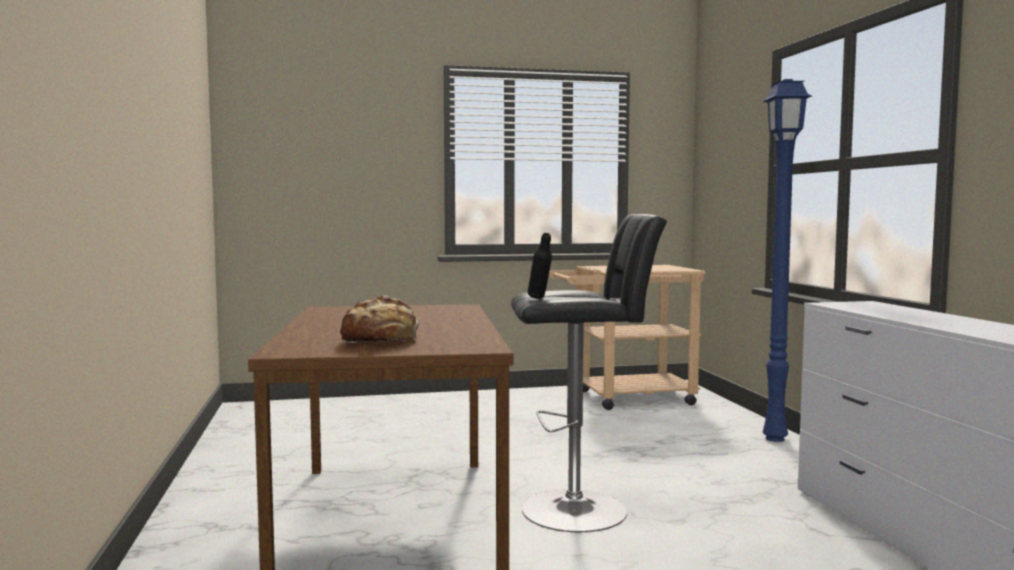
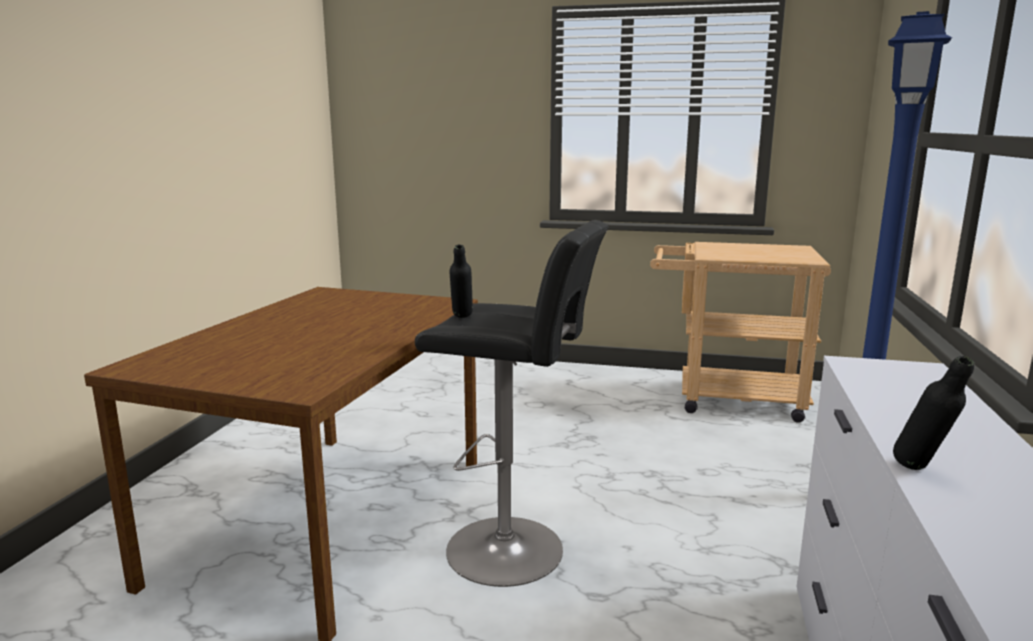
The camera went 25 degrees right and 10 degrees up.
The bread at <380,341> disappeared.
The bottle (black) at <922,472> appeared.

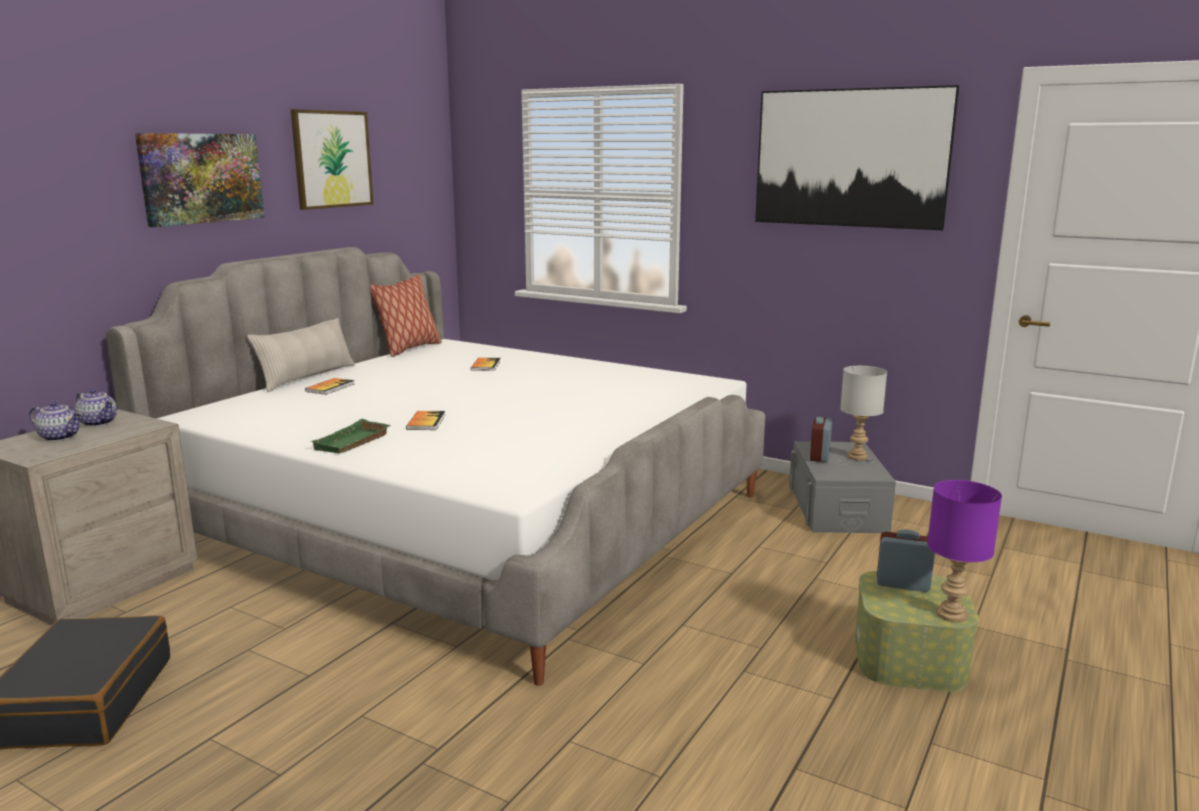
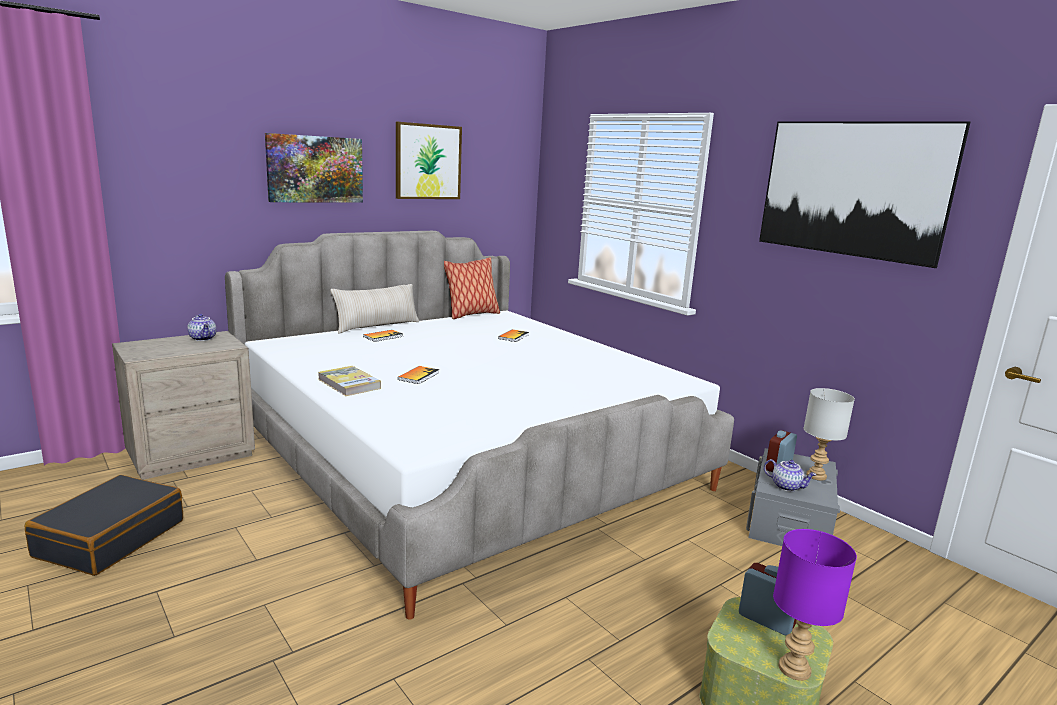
The camera went 20 degrees right and 0 degrees up.
The teapot moved from <60,437> to <787,486>.
The tray (green) at <353,443> was replaced by the book at <349,384>.

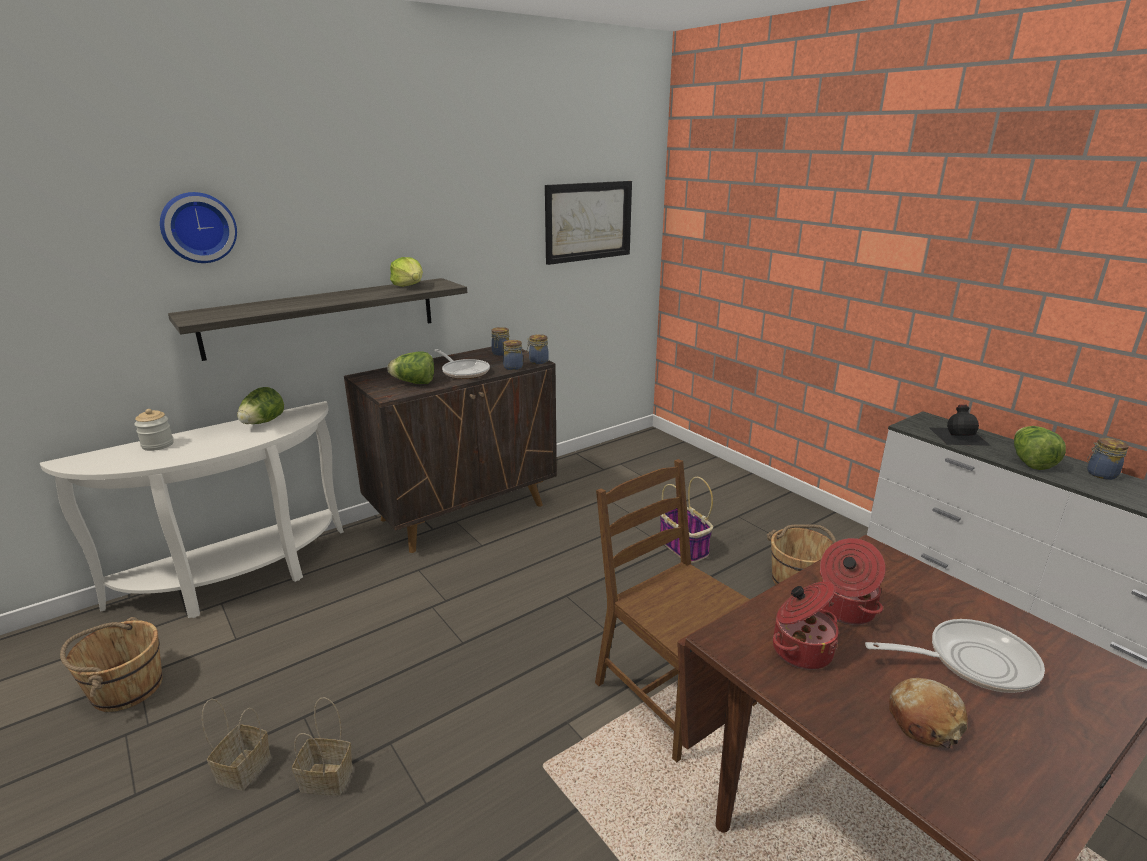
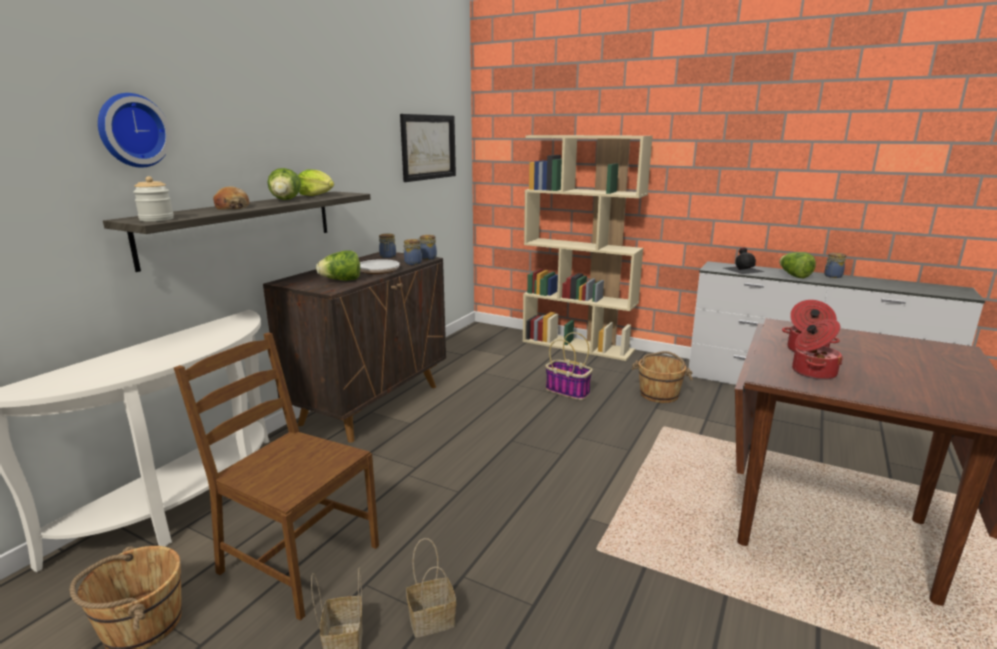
The camera went 25 degrees left and 5 degrees down.
The lettuce moved from <262,423> to <285,200>.
The jar moved from <158,445> to <156,219>.
The chair (brown) moved from <671,694> to <297,560>.
The frying pan at <972,662> disappeared.
The bread moved from <925,721> to <231,207>.
The bookcase (beige) at <578,346> appeared.

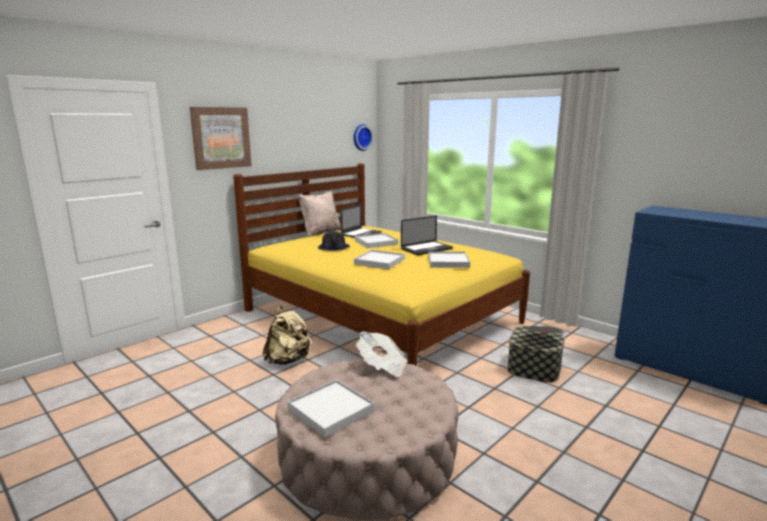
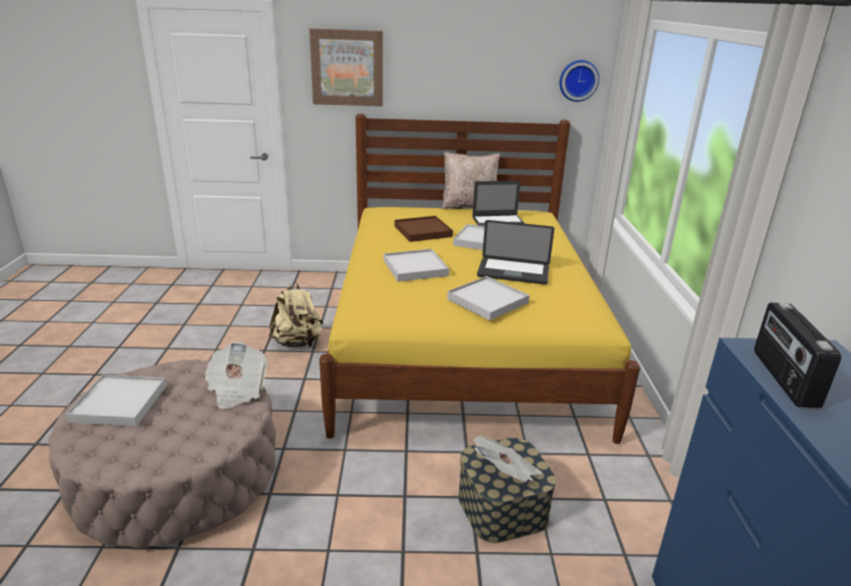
The camera went 45 degrees right and 10 degrees up.
The hat (black) at <334,247> was replaced by the tray (brown) at <423,231>.
The radio at <783,378> appeared.

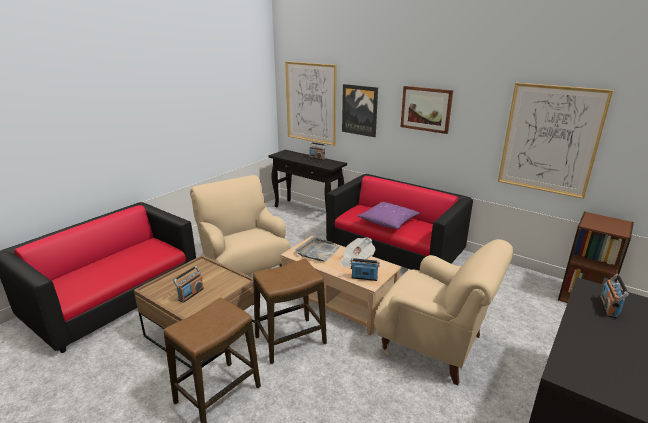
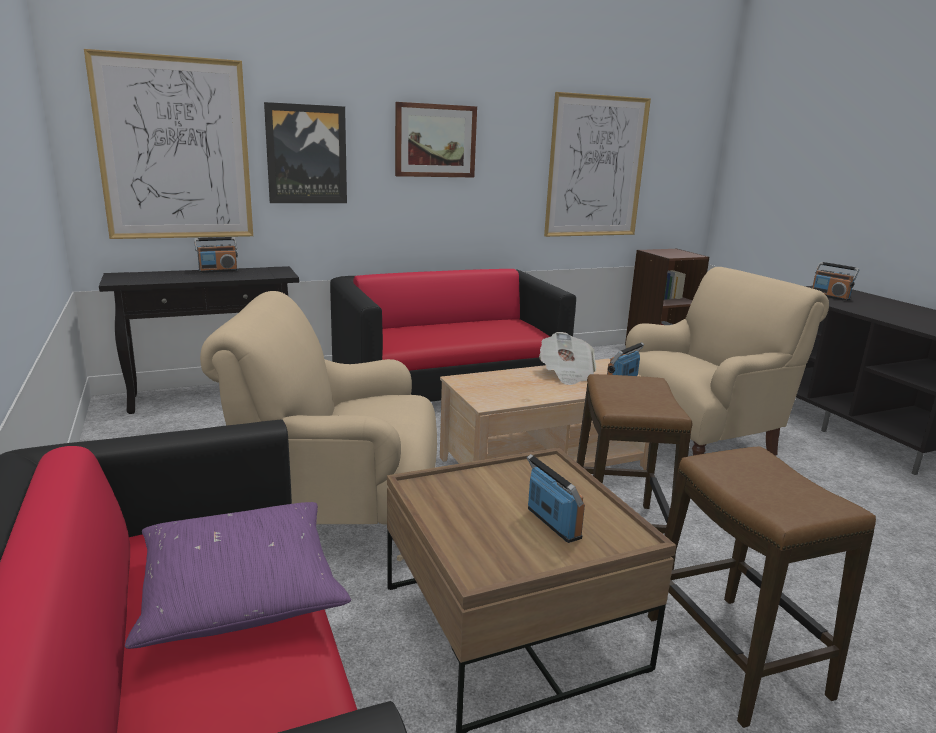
The camera went 60 degrees left and 5 degrees down.
The pillow (purple) moved from <388,221> to <240,590>.
The tray (grey) at <317,251> disappeared.

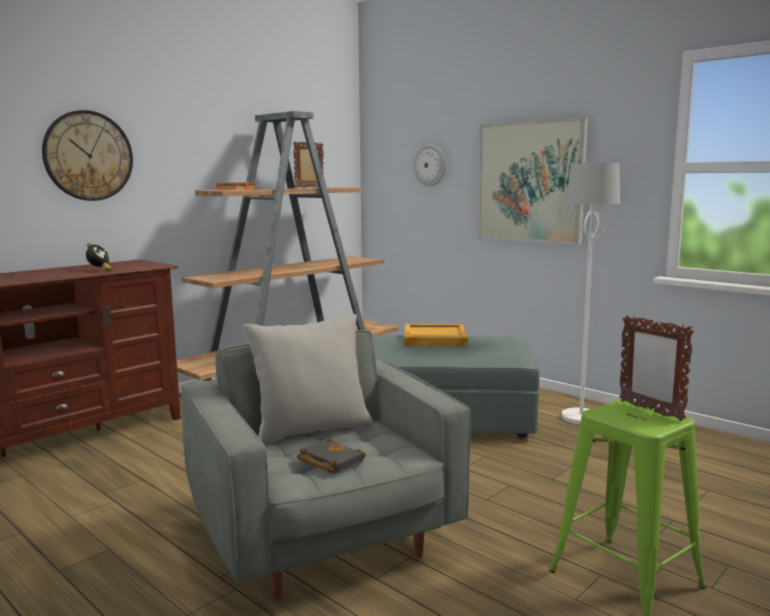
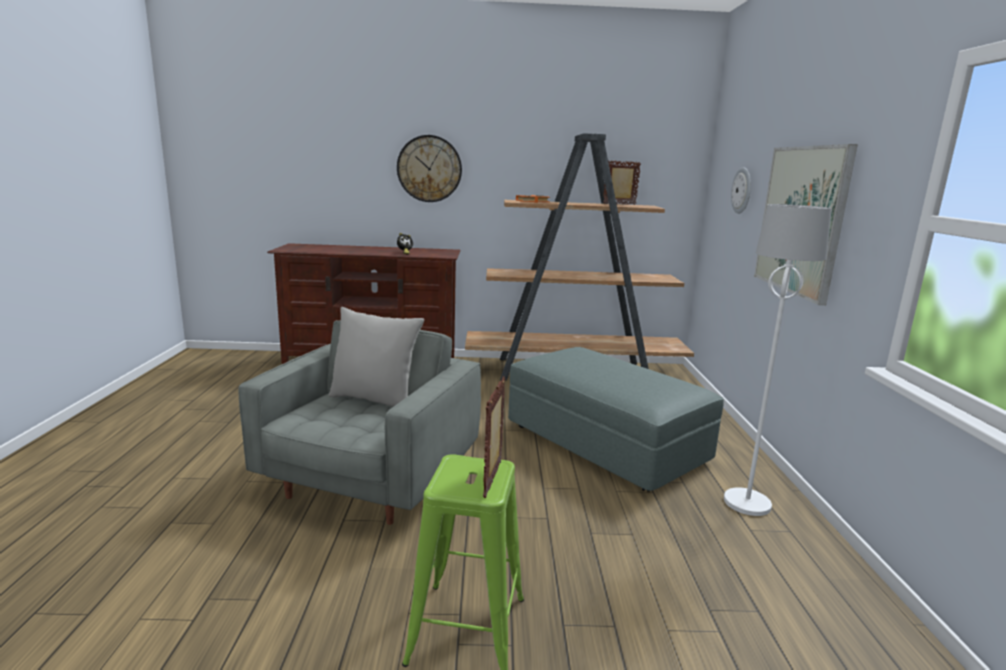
The camera went 45 degrees right and 5 degrees up.
The tray (beige) at <434,338> disappeared.
The book (black) at <328,461> disappeared.

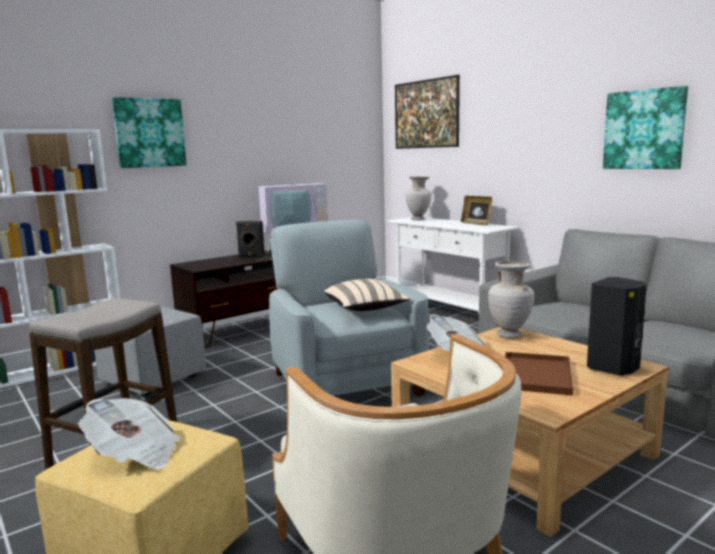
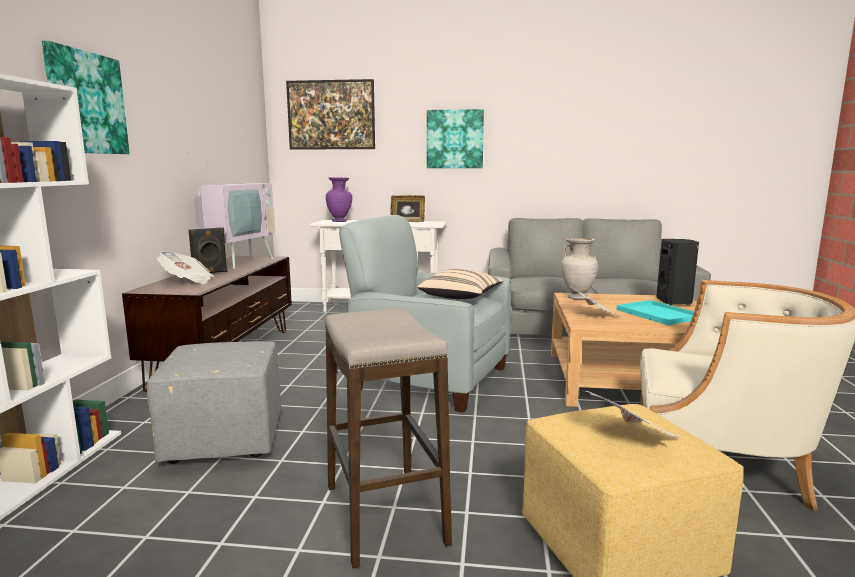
The camera went 45 degrees left and 0 degrees up.
The picture moved from <644,129> to <455,139>.
The vase (beige) at <418,219> became the vase (purple) at <340,221>.
The tray (brown) at <537,375> became the tray (turquoise) at <660,314>.
The newspaper at <187,281> appeared.

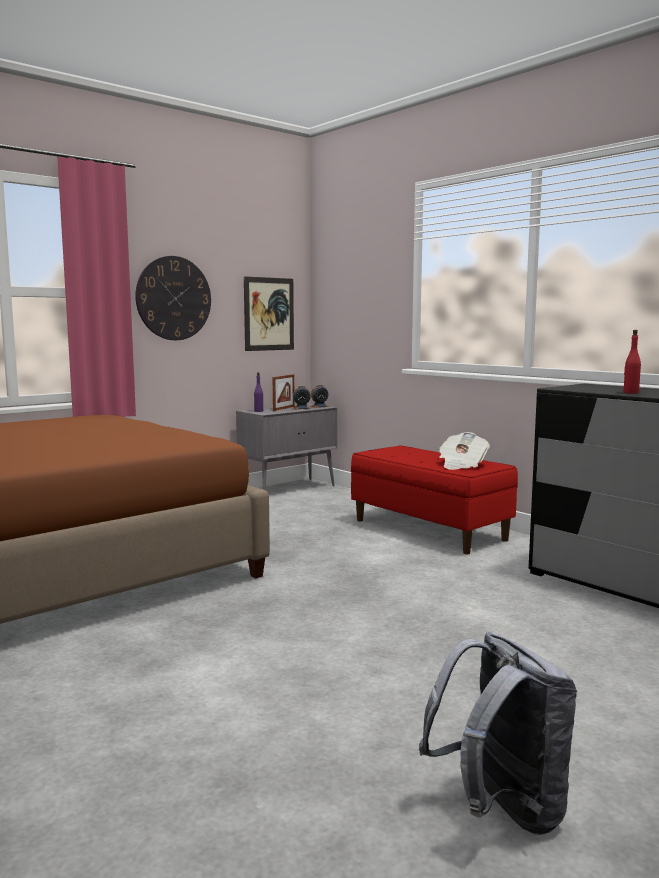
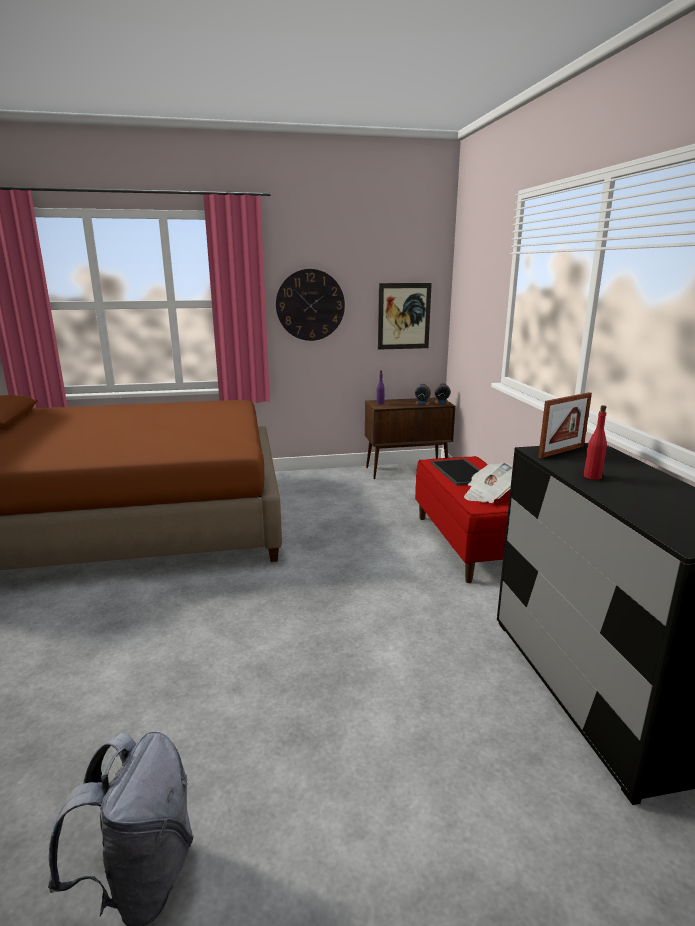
The camera went 30 degrees right and 10 degrees up.
The picture frame moved from <284,408> to <561,451>.
The cabinet (grey) at <289,489> became the cabinet (brown) at <407,470>.
The tray at <462,472> appeared.

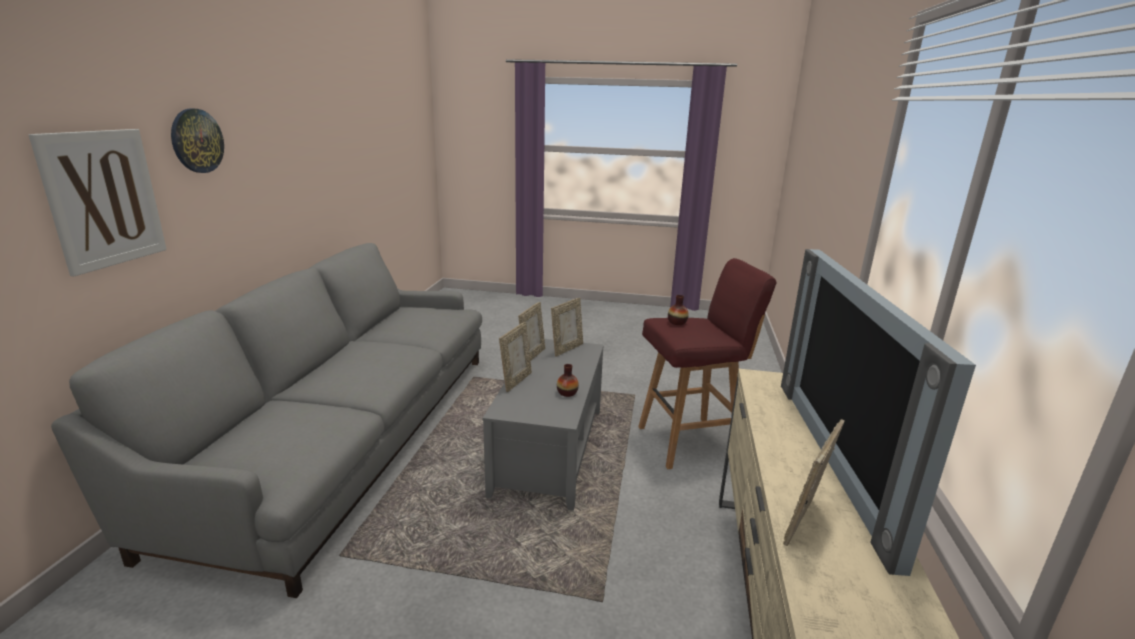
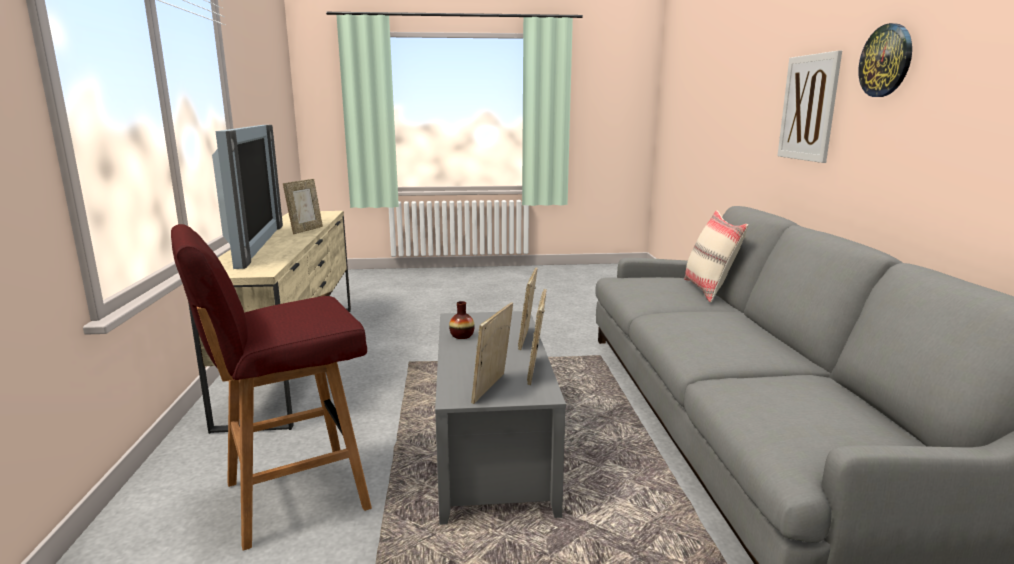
The camera went 165 degrees right and 5 degrees down.
The vase at <677,322> disappeared.
The pillow (beige) at <709,290> appeared.

